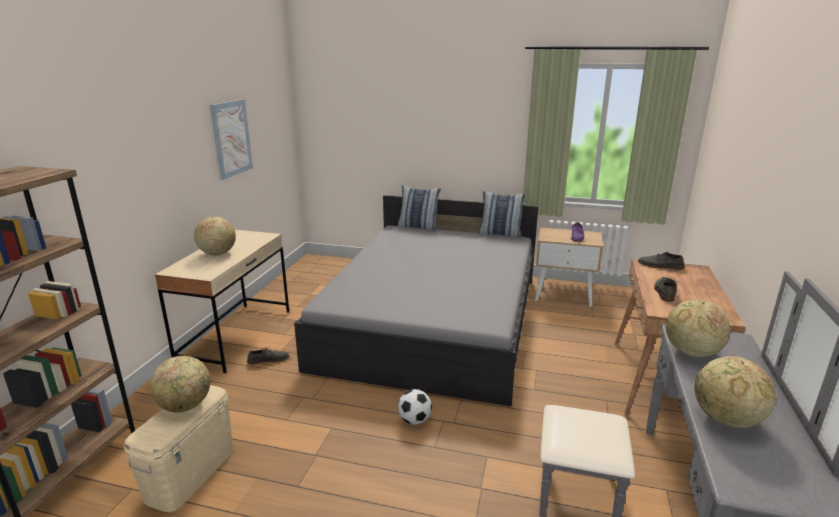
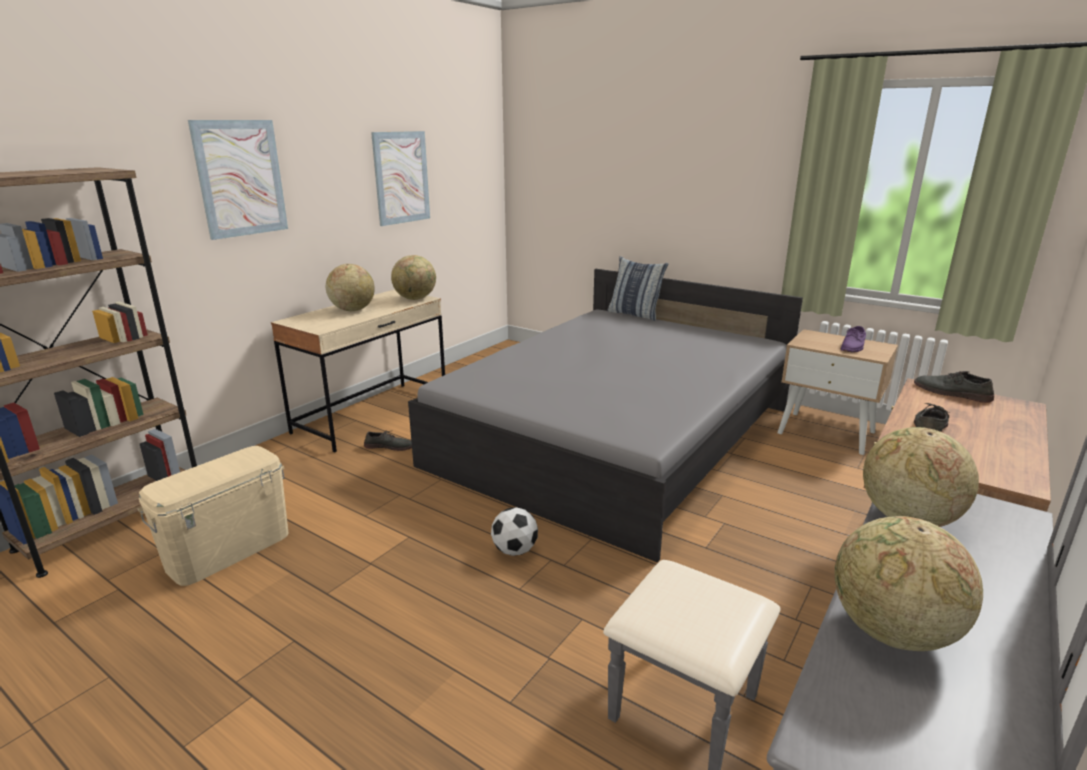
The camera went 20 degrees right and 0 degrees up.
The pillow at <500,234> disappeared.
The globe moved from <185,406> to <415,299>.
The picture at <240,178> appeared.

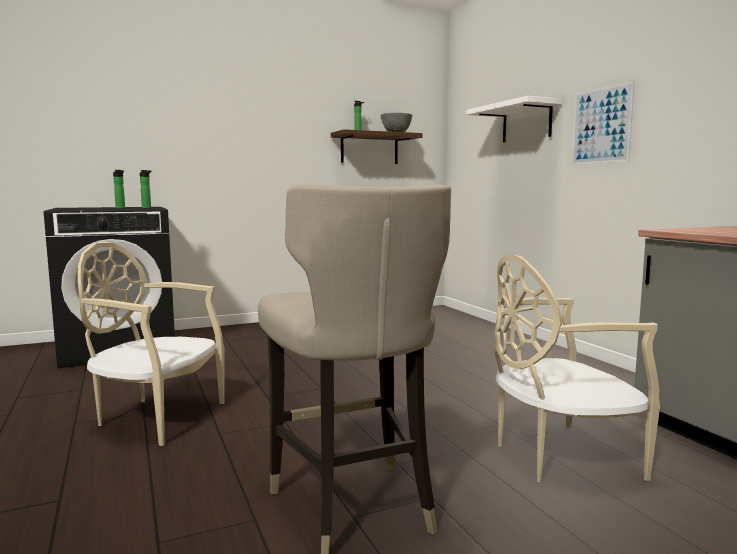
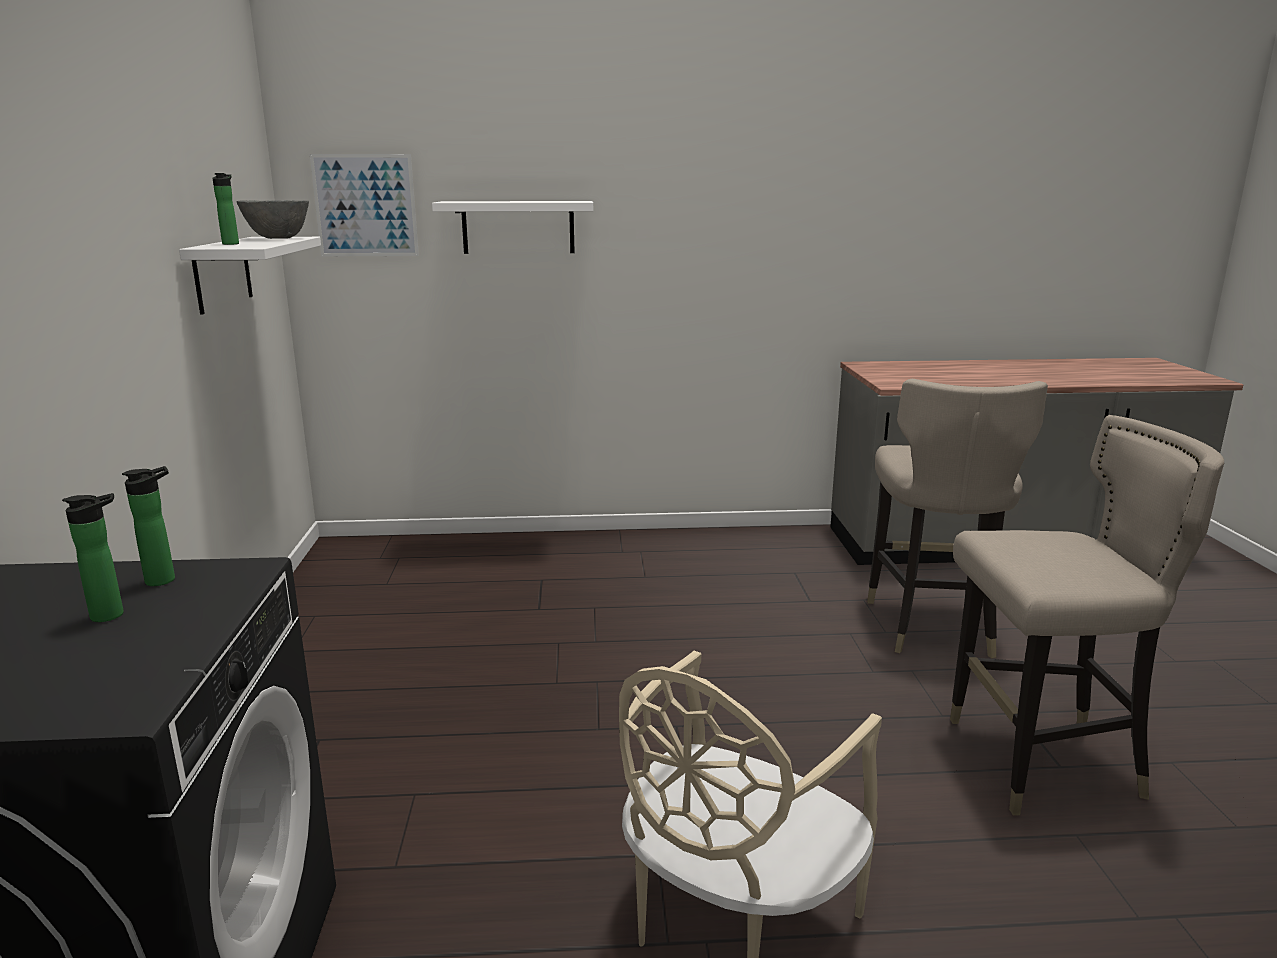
The camera went 70 degrees left and 10 degrees up.
The picture moved from <601,126> to <365,206>.
The shelf (brown) at <369,148> became the shelf (white) at <222,273>.
The chair (beige) at <559,456> was replaced by the stool (beige) at <931,626>.

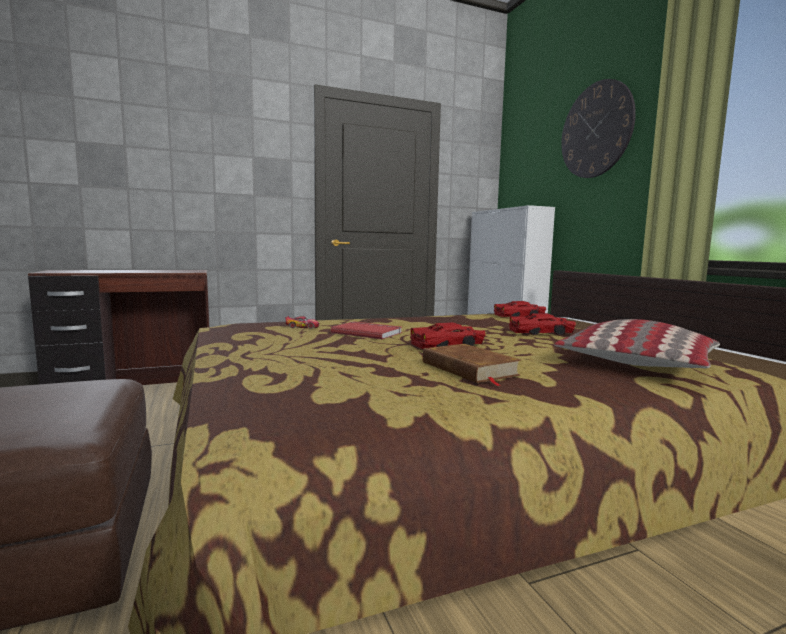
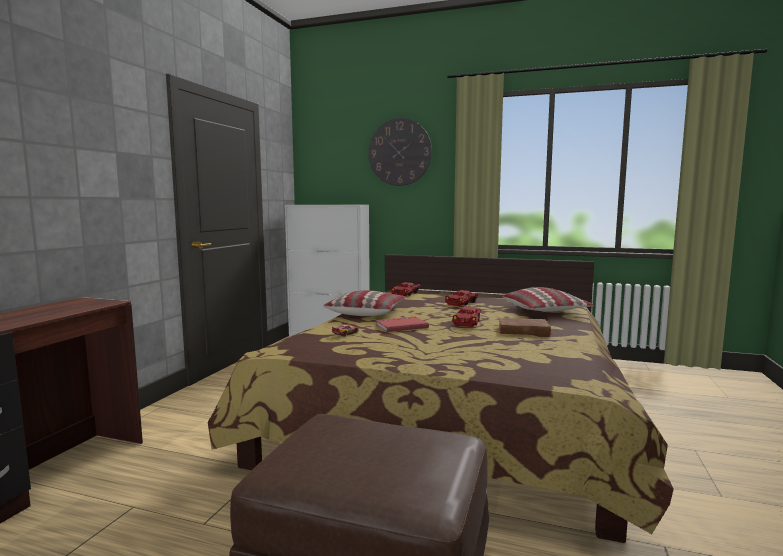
The camera went 50 degrees left and 0 degrees up.
The pillow at <366,312> appeared.

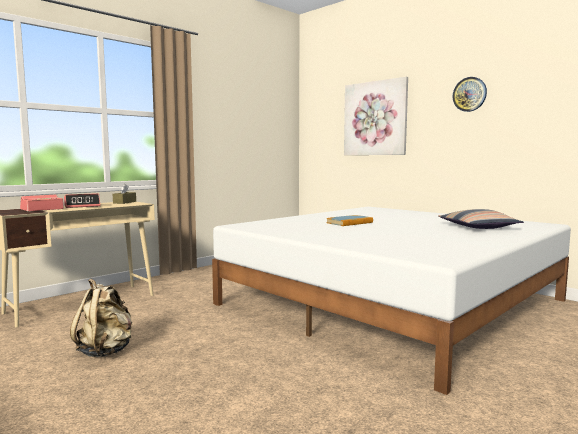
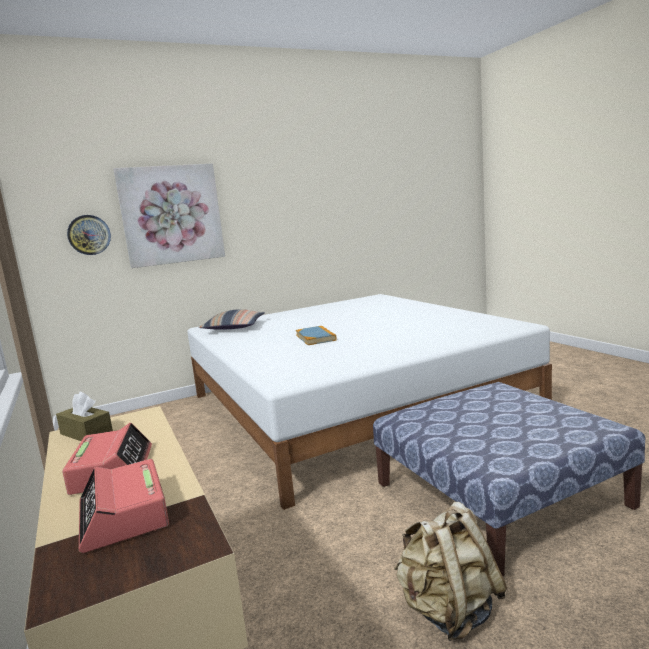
The camera went 70 degrees left and 5 degrees up.
The wall clock moved from <469,94> to <89,235>.
The pillow moved from <478,227> to <234,328>.
The ottoman at <498,494> appeared.

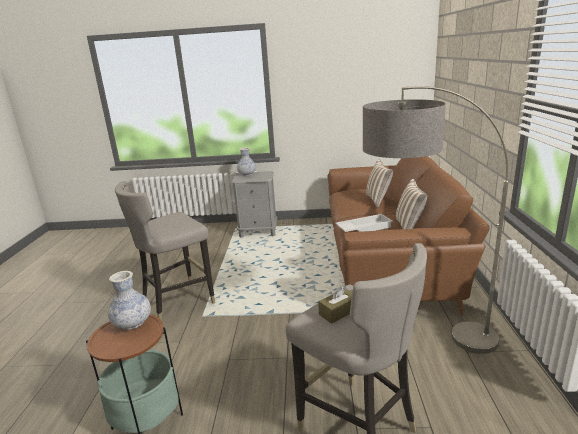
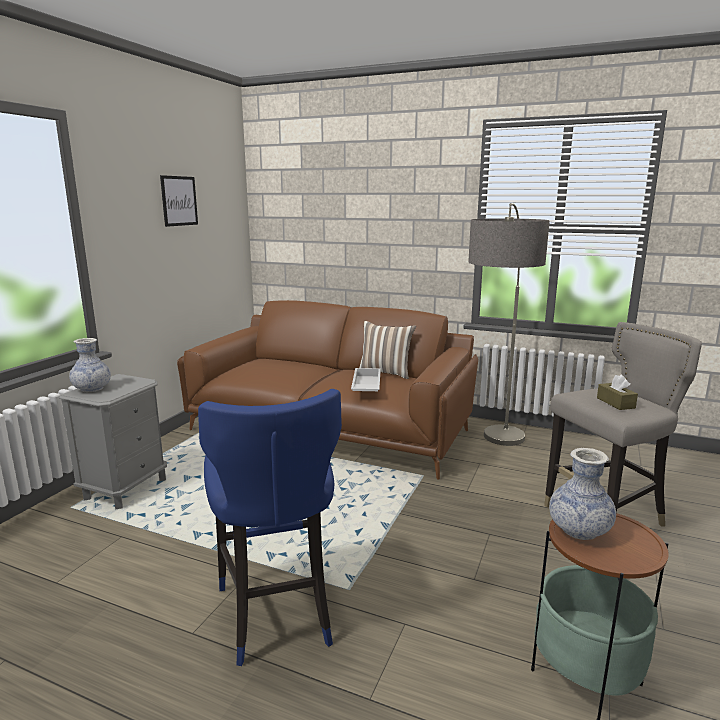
The camera went 70 degrees left and 5 degrees down.
The pillow at <378,200> disappeared.
The stool (grey) at <177,302> became the stool (blue) at <277,614>.
The picture at <179,201> appeared.

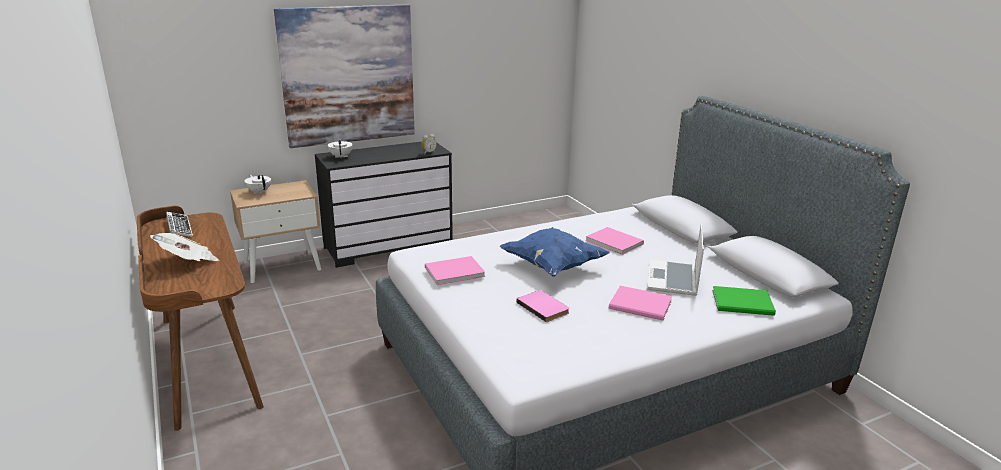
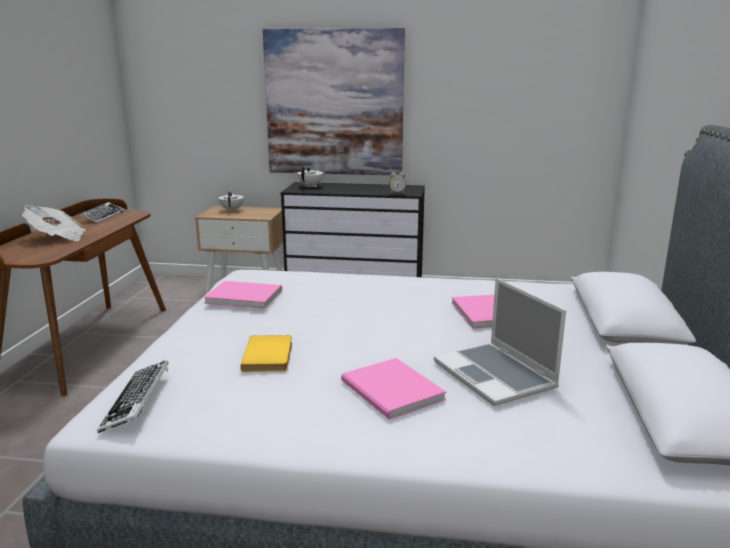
The camera went 35 degrees right and 5 degrees down.
The laptop at <673,280> turned 75 degrees counterclockwise.
The pillow (blue) at <552,266> disappeared.
The book (green) at <744,303> disappeared.
The book (pink) at <544,307> became the book (yellow) at <270,356>.
The keyboard at <137,401> appeared.

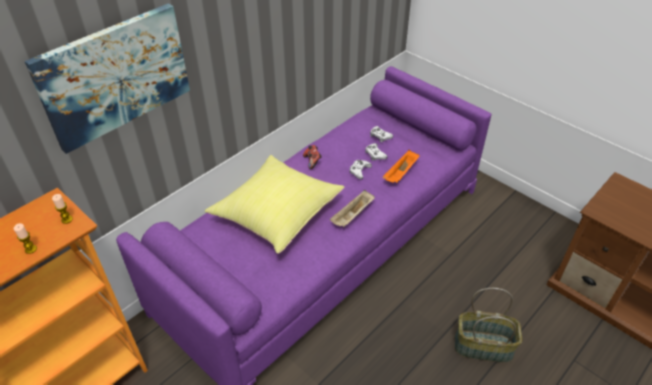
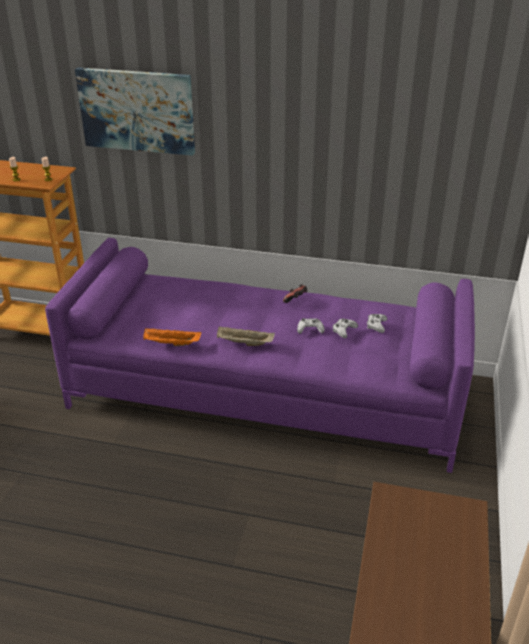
The camera went 60 degrees right and 10 degrees down.
The tray (orange) moved from <401,174> to <171,344>.
The pillow (yellow) at <277,214> disappeared.
The basket at <483,346> disappeared.

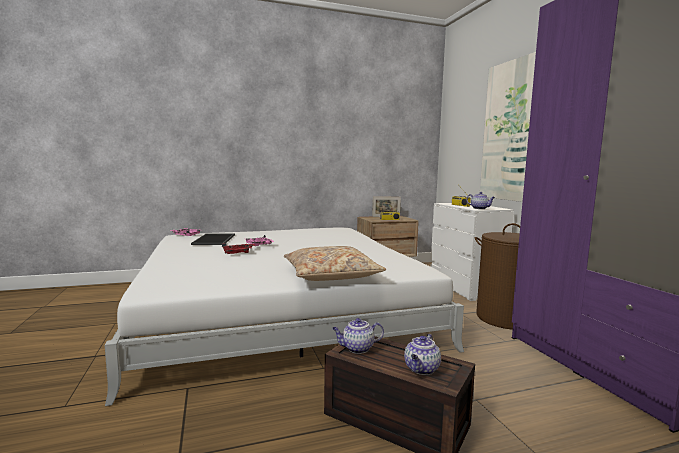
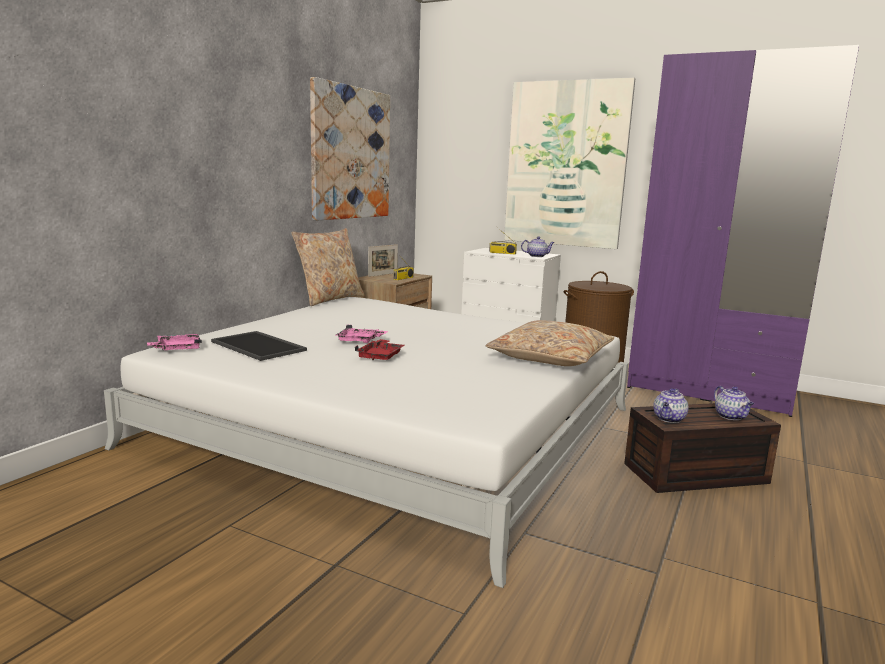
The camera went 45 degrees left and 5 degrees up.
The picture at <351,153> appeared.
The pillow (beige) at <329,299> appeared.

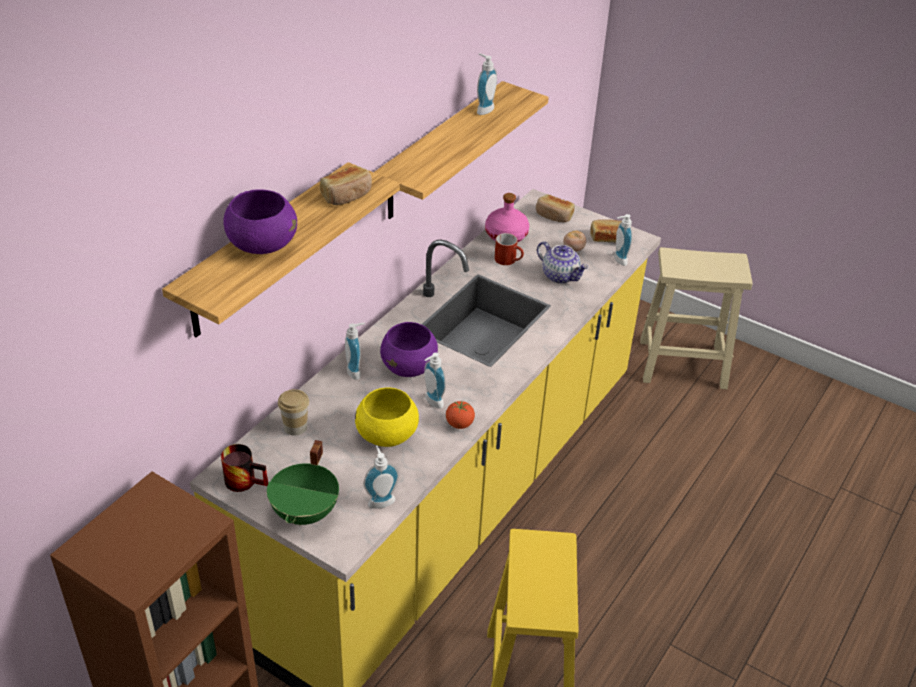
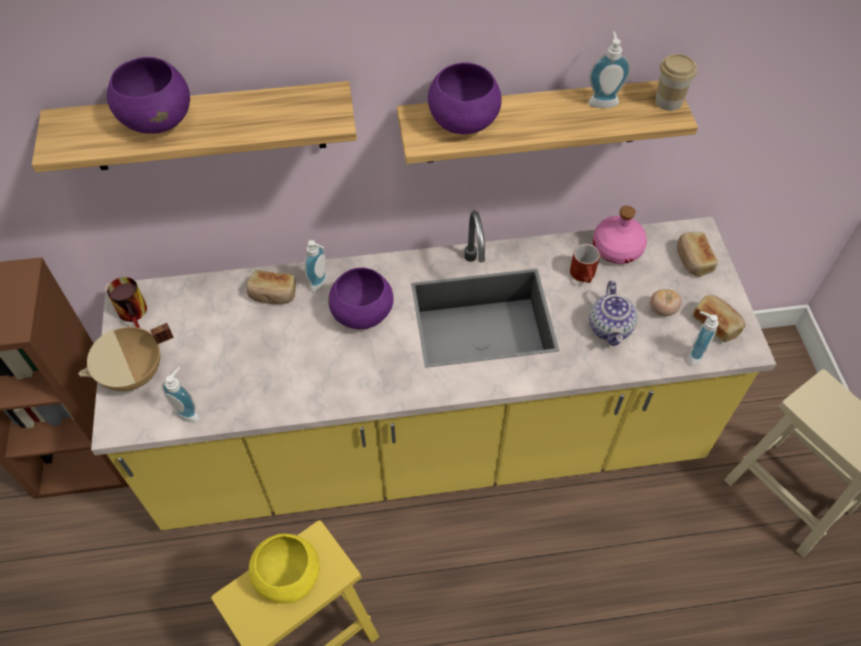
The camera went 50 degrees right and 15 degrees up.
The bread moved from <347,195> to <273,294>.
The soap dispenser at <431,402> disappeared.
The bowl (yellow) moved from <387,435> to <287,577>.
The cup moved from <295,427> to <668,101>.
The tomato at <459,424> disappeared.
The cooking pot (green) at <306,512> became the cooking pot (beige) at <134,375>.
The bowl (purple) at <462,122> appeared.

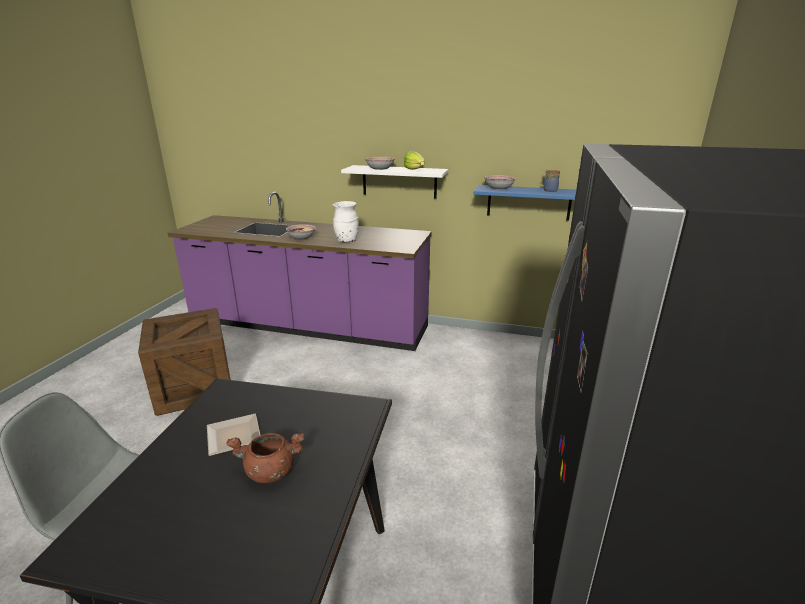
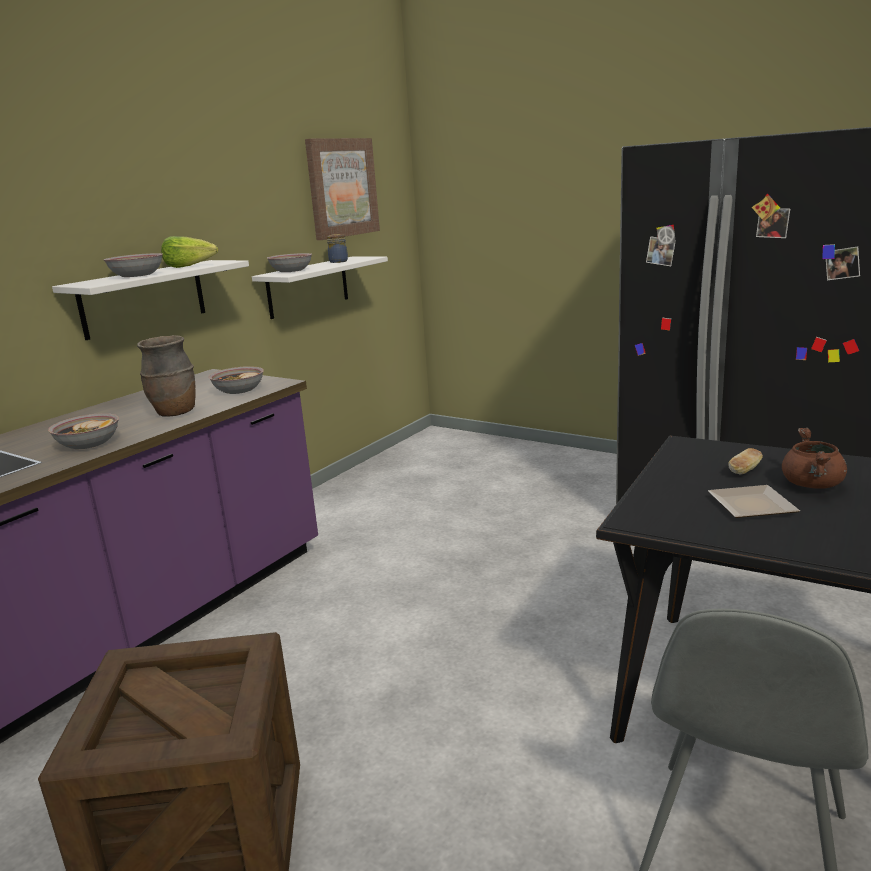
The camera went 70 degrees left and 5 degrees down.
The shelf (blue) at <528,202> became the shelf (white) at <308,287>.
The vase (white) at <346,241> became the vase (brown) at <175,413>.
The picture at <342,188> appeared.
The bowl at <239,390> appeared.
The bread at <745,470> appeared.

